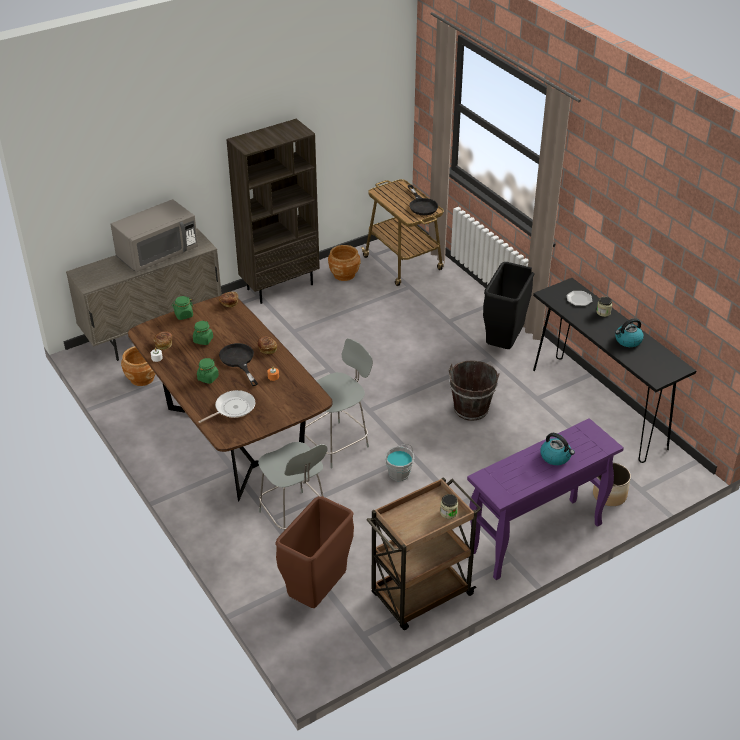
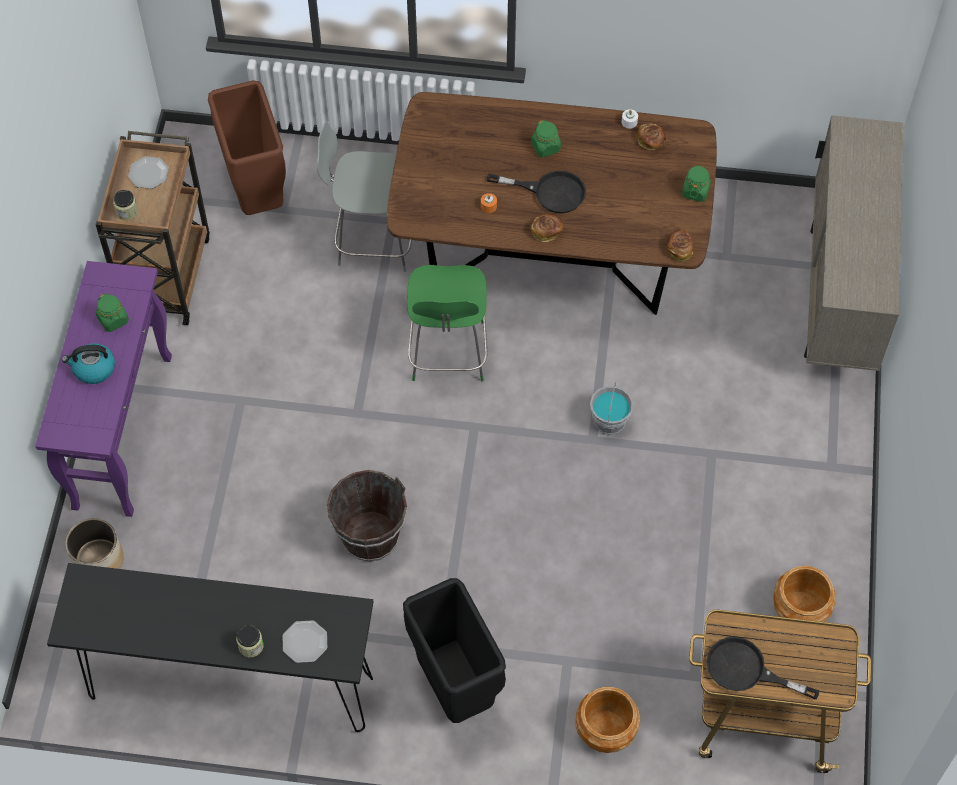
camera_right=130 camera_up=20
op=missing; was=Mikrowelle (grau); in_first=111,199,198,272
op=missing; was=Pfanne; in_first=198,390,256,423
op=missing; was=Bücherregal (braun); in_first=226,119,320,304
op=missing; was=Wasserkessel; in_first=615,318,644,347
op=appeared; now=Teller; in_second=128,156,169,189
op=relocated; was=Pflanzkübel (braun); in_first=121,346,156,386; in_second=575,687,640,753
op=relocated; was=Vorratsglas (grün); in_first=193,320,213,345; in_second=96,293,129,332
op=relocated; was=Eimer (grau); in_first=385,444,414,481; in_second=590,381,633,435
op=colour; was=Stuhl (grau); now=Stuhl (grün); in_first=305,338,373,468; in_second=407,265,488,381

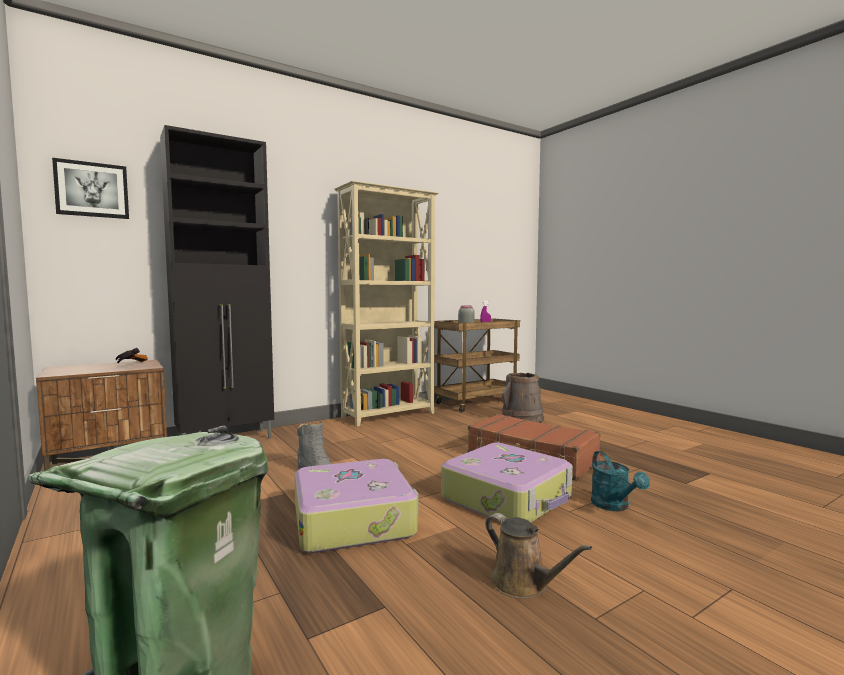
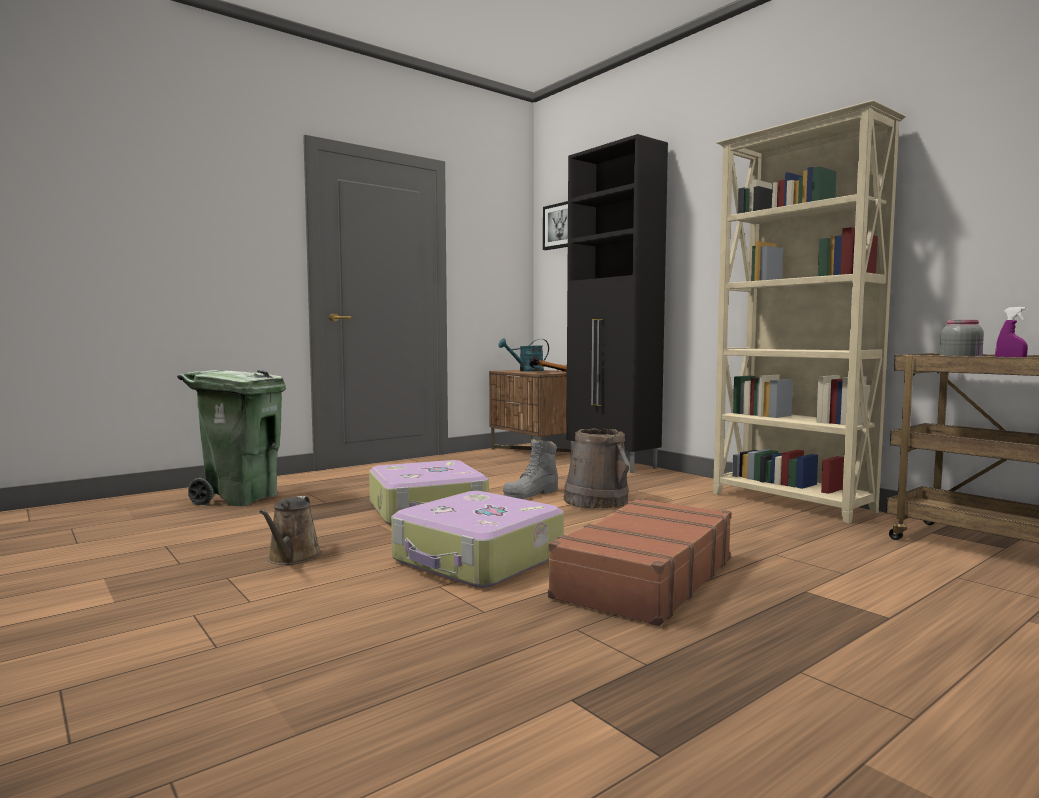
camera_right=85 camera_up=0
op=relocated; was=Eimer (braun); in_first=502,373,544,423; in_second=564,428,629,509
op=relocated; was=Gießkanne (türkis); in_first=591,451,650,511; in_second=498,338,549,372
op=spun; was=Gießkanne (braun); in_first=485,513,592,599; in_second=259,496,322,565; clockwise=-45

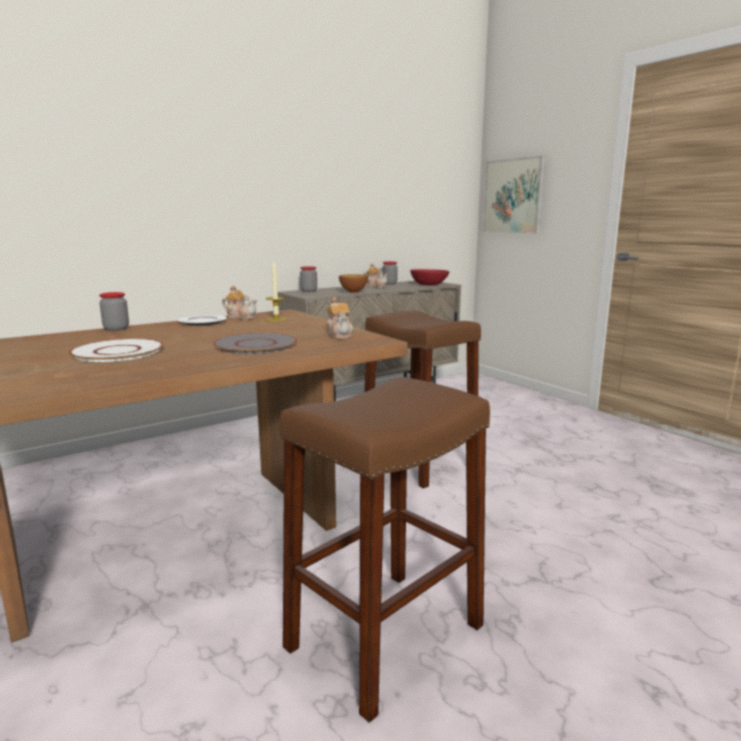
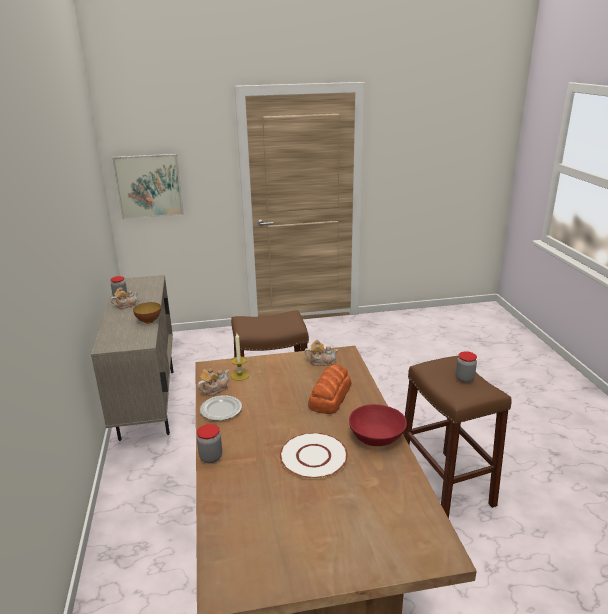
camera_right=-65 camera_up=10
op=relocated; was=Vorratsglas; in_first=300,266,317,292; in_second=456,351,477,383
op=relocated; was=Schüssel (rot); in_first=410,269,450,285; in_second=349,404,407,446
op=exchanged; was=Teller (grau); now=Brot; in_first=213,333,297,354; in_second=308,364,352,414

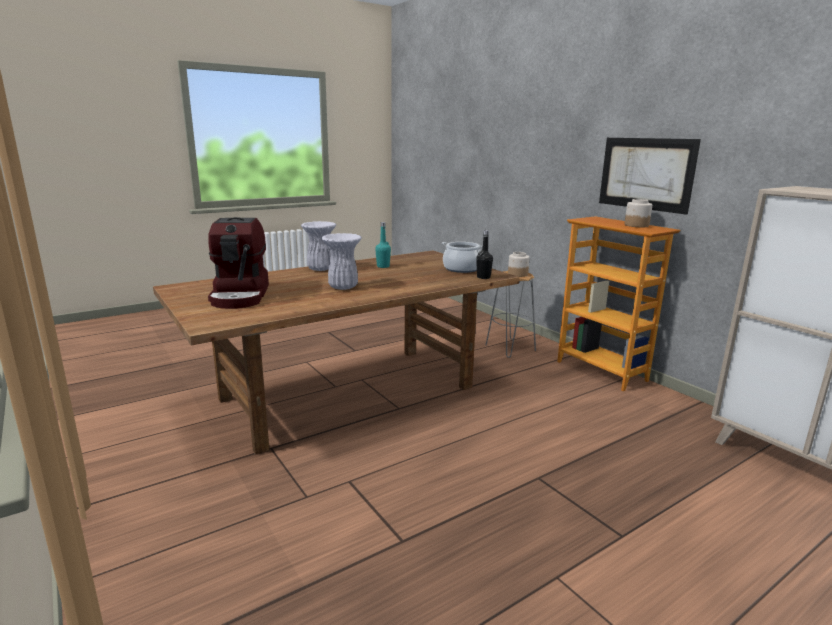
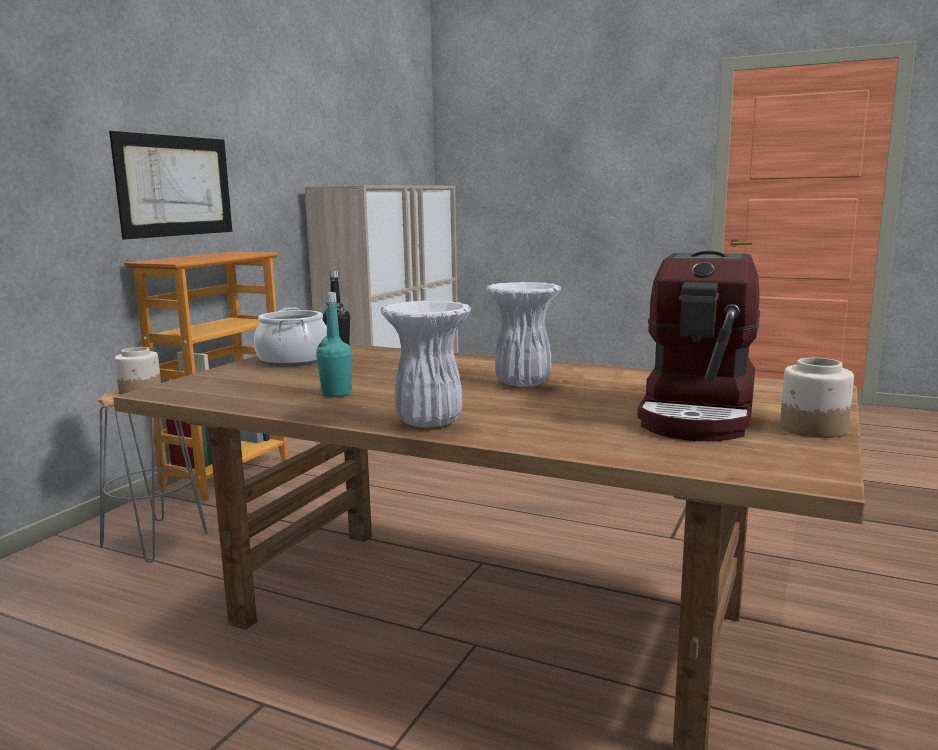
camera_right=-120 camera_up=-5
op=relocated; was=Vorratsglas; in_first=624,199,652,227; in_second=780,358,854,438
op=spun; was=Kaffeemaschine; in_first=208,217,269,309; in_second=637,251,760,441; clockwise=150

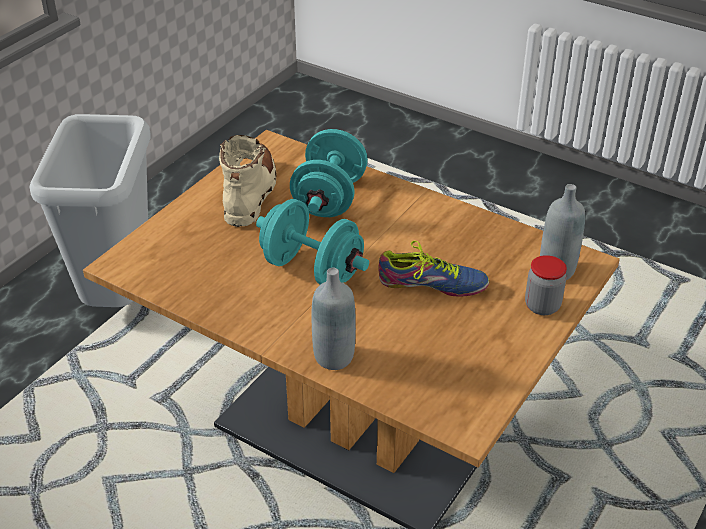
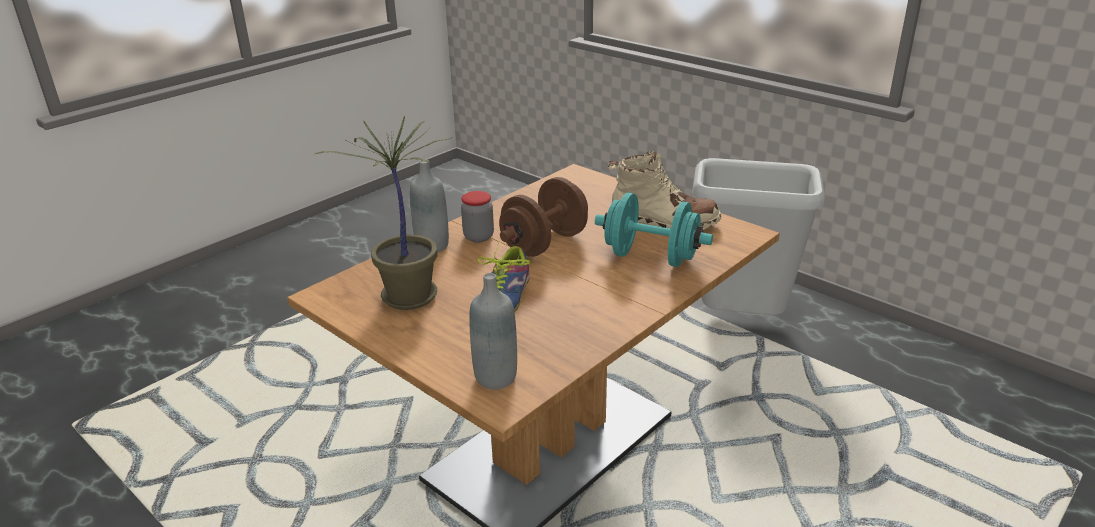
camera_right=100 camera_up=-10
op=appeared; now=Topfpflanze; in_second=315,116,453,310
op=relocated; was=Vorratsglas; in_first=525,255,567,315; in_second=461,191,494,242
op=colour; was=Hantel (türkis); now=Hantel (braun); in_first=256,199,369,285; in_second=499,177,588,257

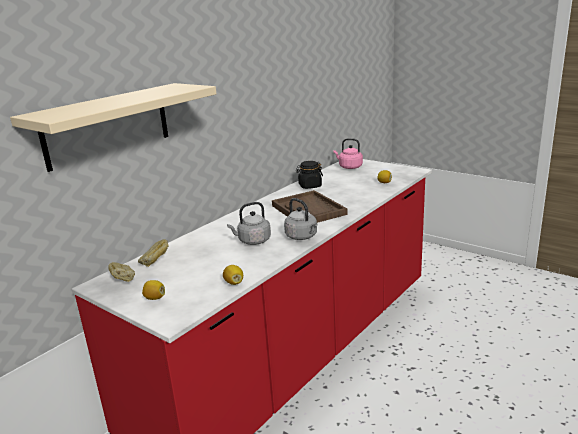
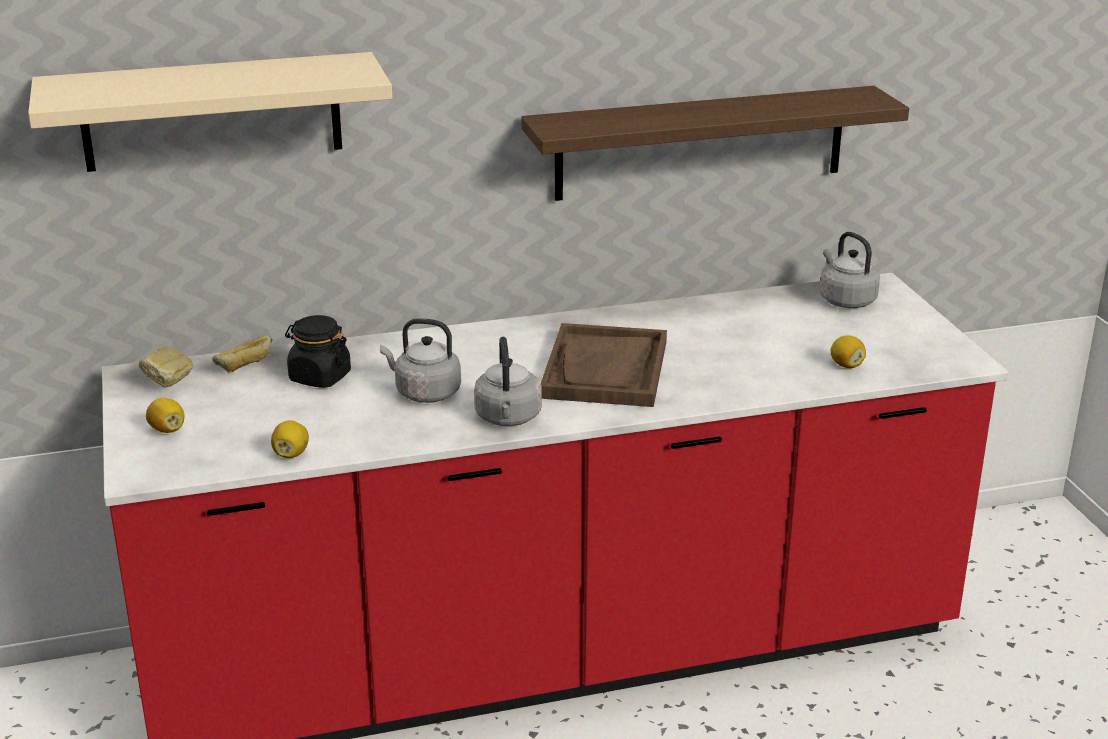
camera_right=35 camera_up=5
op=appeared; now=Wandregal; in_second=521,86,909,201
op=relocated; was=Vorratsglas (schwarz); in_first=296,161,323,189; in_second=285,315,351,388
op=colour; was=Wasserkessel (rosa); now=Wasserkessel (grau); in_first=333,138,363,169; in_second=820,232,880,308

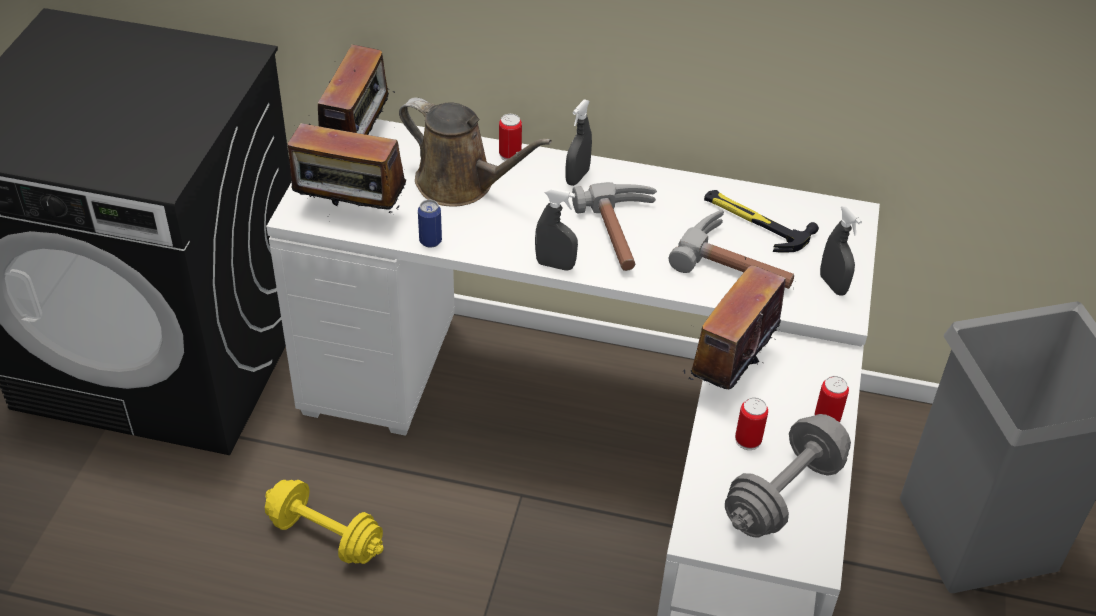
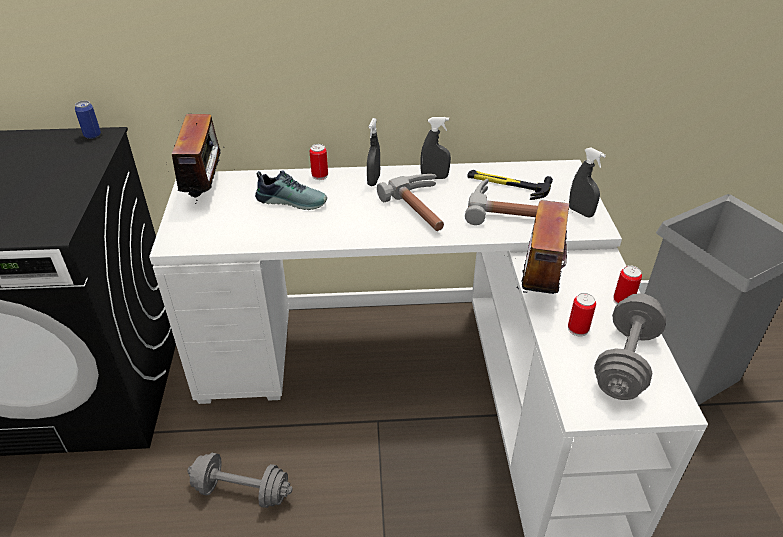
camera_right=-15 camera_up=-5
op=missing; was=Radio; in_first=288,112,406,214
op=relocated; was=Dose; in_first=418,200,442,248; in_second=75,100,101,139
op=relocated; was=Sprühflasche (grau); in_first=535,188,578,271; in_second=420,117,451,179
op=exchanged; was=Gießkanne (braun); now=Schuh; in_first=399,98,552,207; in_second=255,170,327,210
op=colour; was=Hantel (gelb); now=Hantel (grau); in_first=265,480,383,564; in_second=187,453,293,508

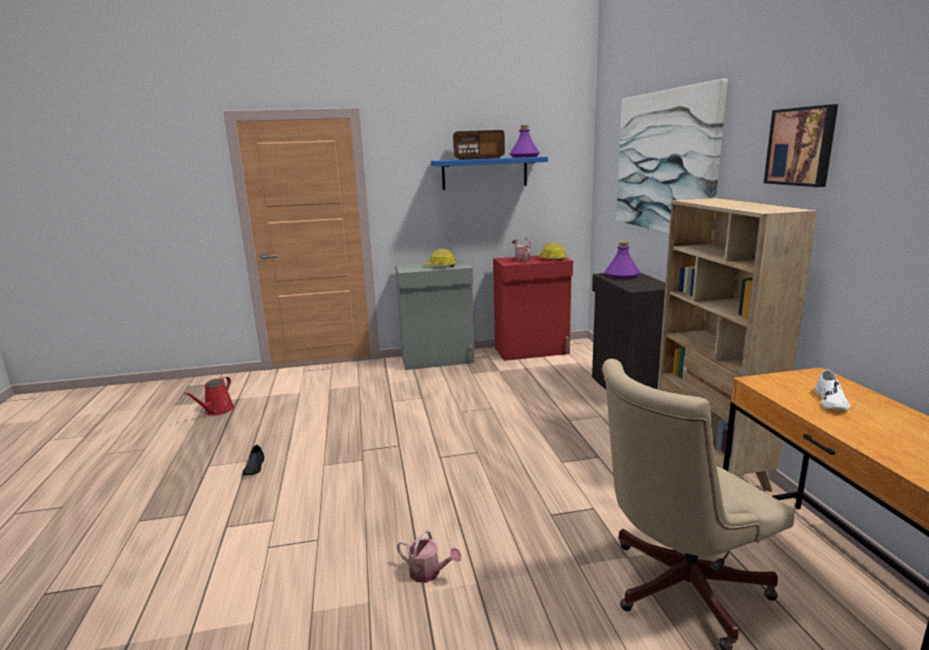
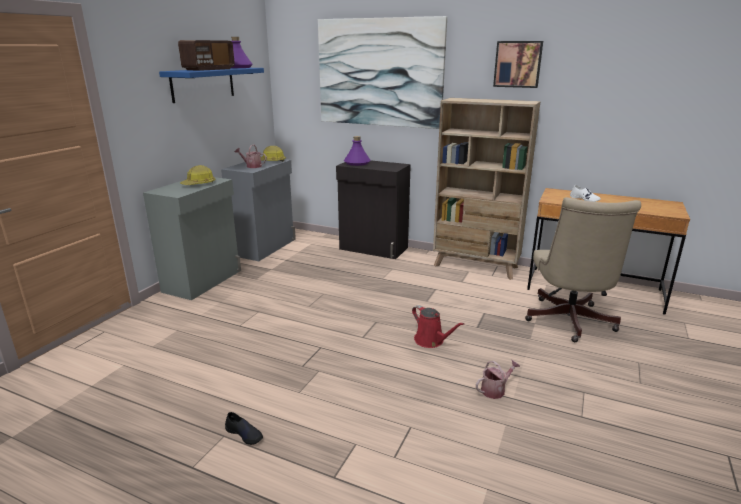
camera_right=-55 camera_up=5
op=relocated; was=Gießkanne (rot); in_first=184,377,235,416; in_second=412,305,464,348
op=colour; was=Schrank (rot); now=Schrank (grau); in_first=493,256,573,361; in_second=221,159,296,261

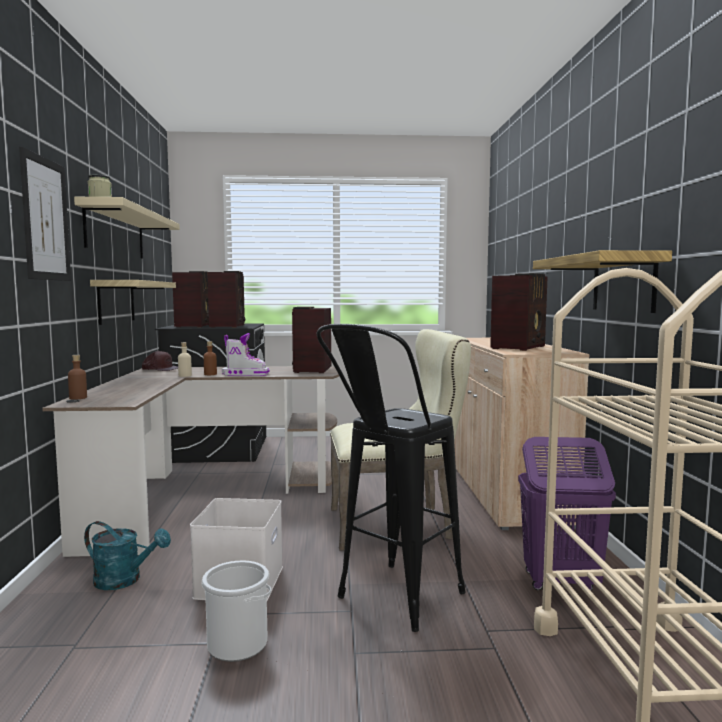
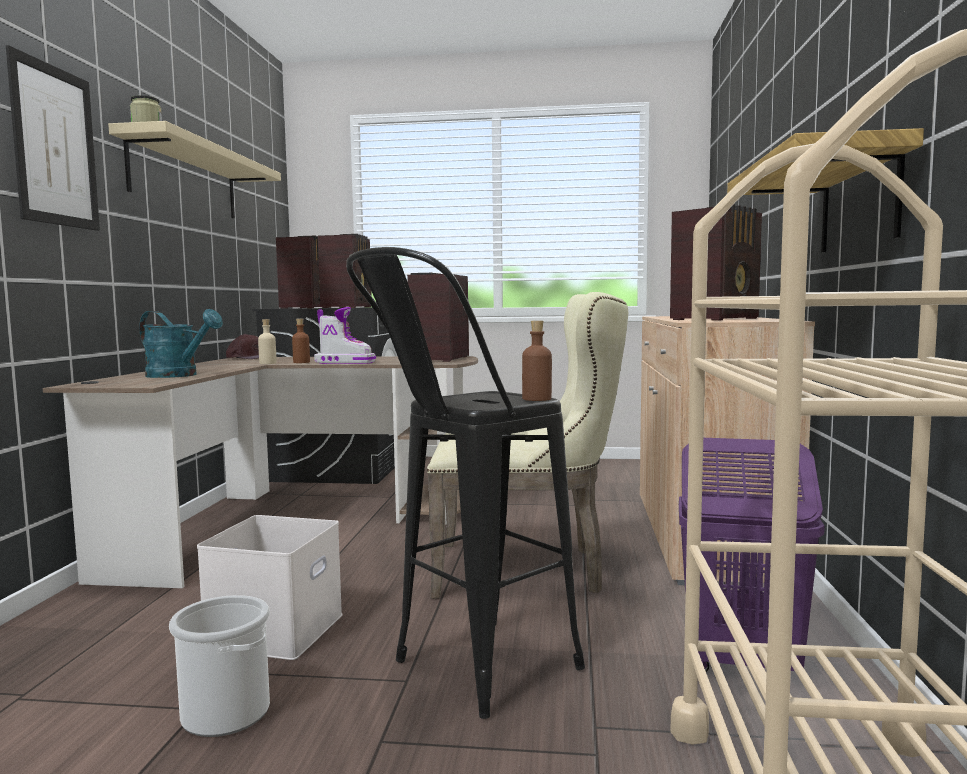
camera_right=10 camera_up=0
op=missing; was=Wandregal; in_first=90,280,176,325
op=relocated; was=Flasche (braun); in_first=68,355,87,399; in_second=522,321,552,401
op=relocated; was=Gießkanne (türkis); in_first=84,521,171,590; in_second=139,309,223,378

